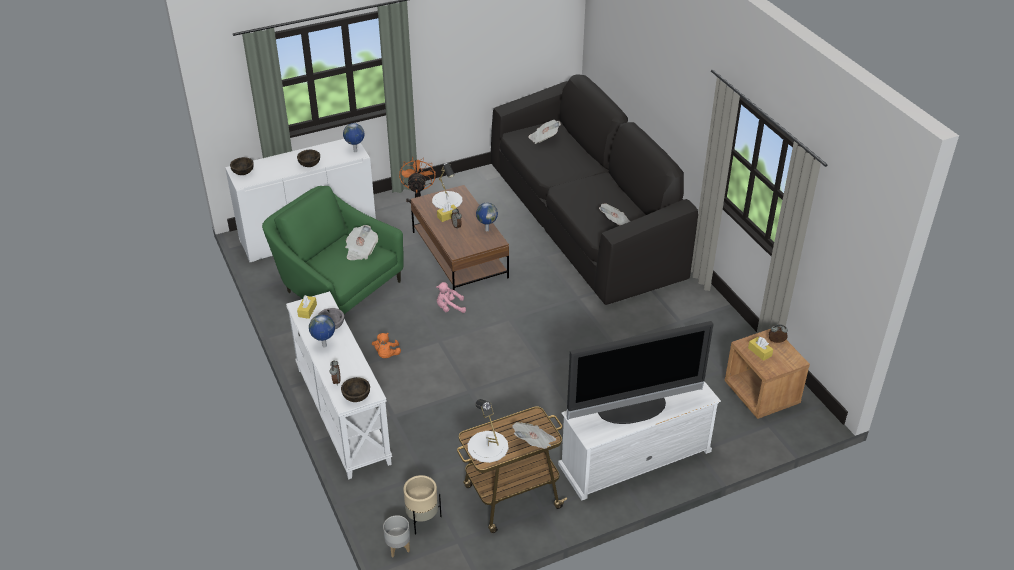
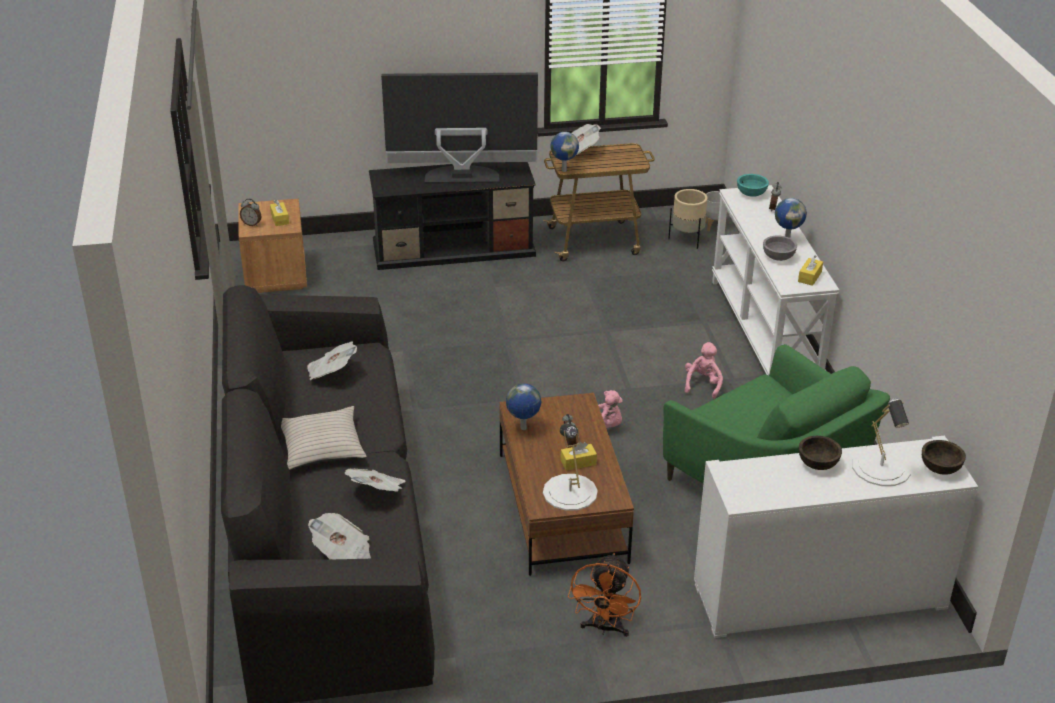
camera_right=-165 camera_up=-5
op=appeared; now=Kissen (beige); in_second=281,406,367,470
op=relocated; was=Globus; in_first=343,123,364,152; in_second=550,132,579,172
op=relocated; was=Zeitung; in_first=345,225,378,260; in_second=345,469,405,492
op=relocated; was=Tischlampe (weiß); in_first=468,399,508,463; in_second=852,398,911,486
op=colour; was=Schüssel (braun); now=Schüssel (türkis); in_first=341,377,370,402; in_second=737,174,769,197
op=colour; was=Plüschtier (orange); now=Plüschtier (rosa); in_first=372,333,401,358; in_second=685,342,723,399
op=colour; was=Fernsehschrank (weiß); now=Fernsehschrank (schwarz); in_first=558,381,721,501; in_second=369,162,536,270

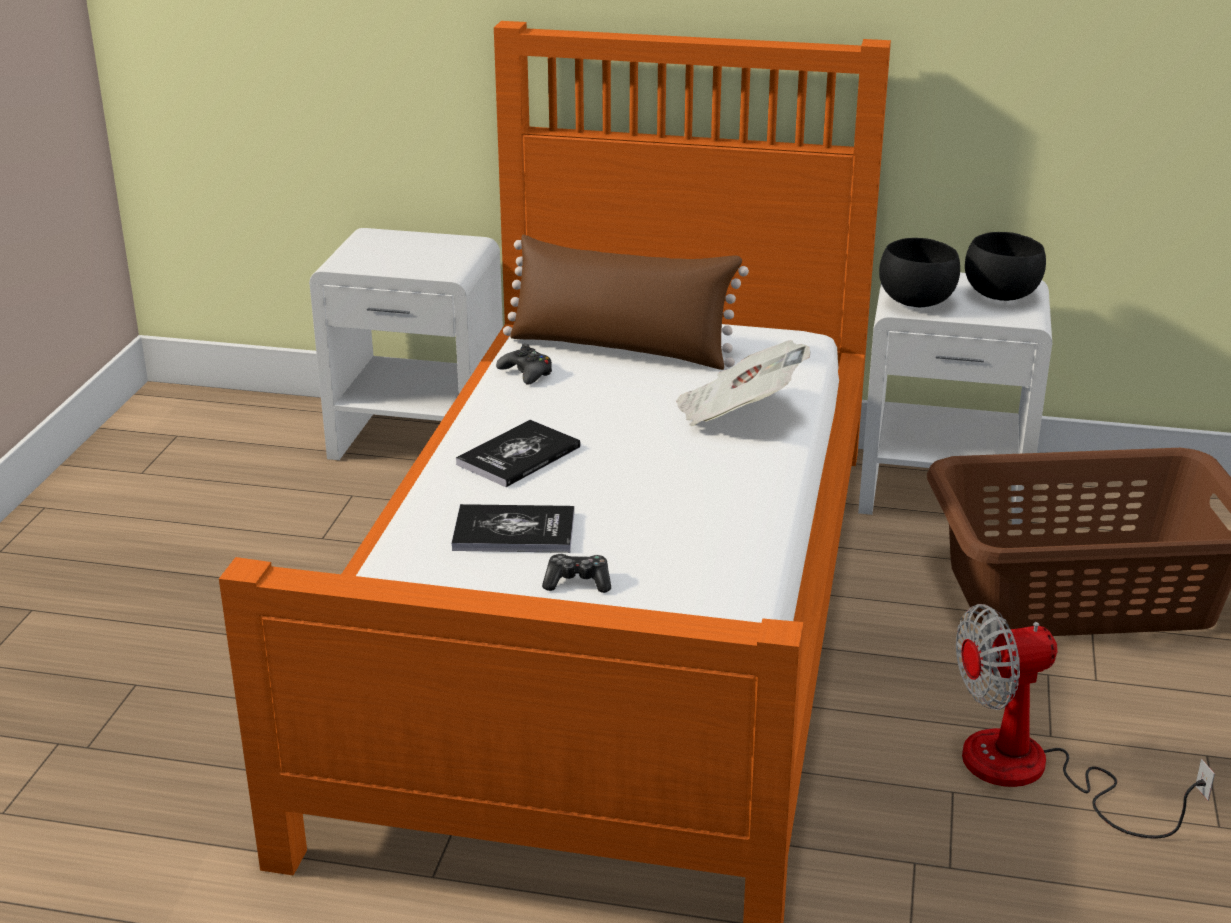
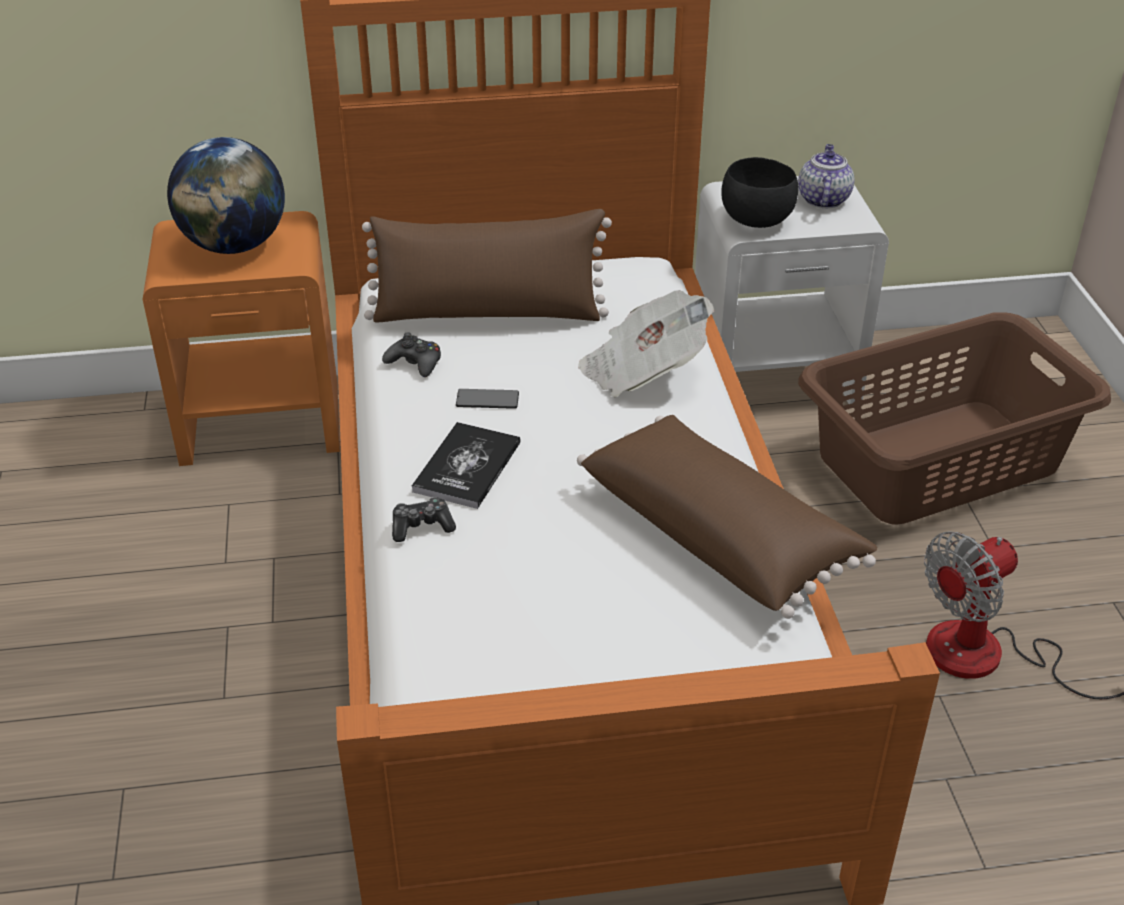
camera_right=-20 camera_up=10
op=missing; was=Buch; in_first=452,504,574,553
op=appeared; now=Globus; in_second=167,137,285,254
op=appeared; now=Handy; in_second=456,389,519,409
op=appeared; now=Kissen (braun); in_second=577,415,877,619
op=relocated; was=Gamepad; in_first=542,554,611,593; in_second=392,497,456,542
op=exchanged; was=Schüssel (schwarz); now=Teekanne; in_first=965,232,1046,301; in_second=798,144,854,208
op=colour; was=Nachttisch (weiß); now=Nachttisch (orange); in_first=309,228,503,460; in_second=143,211,340,466

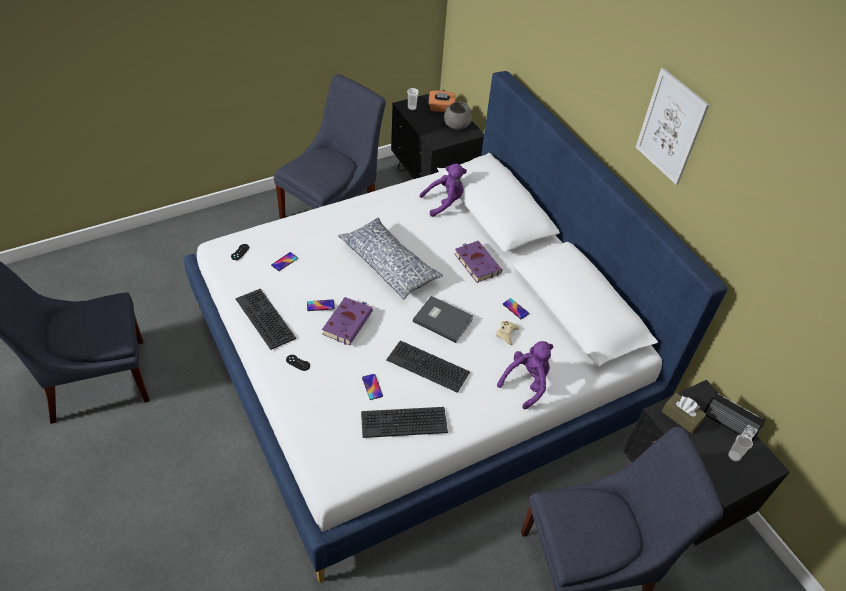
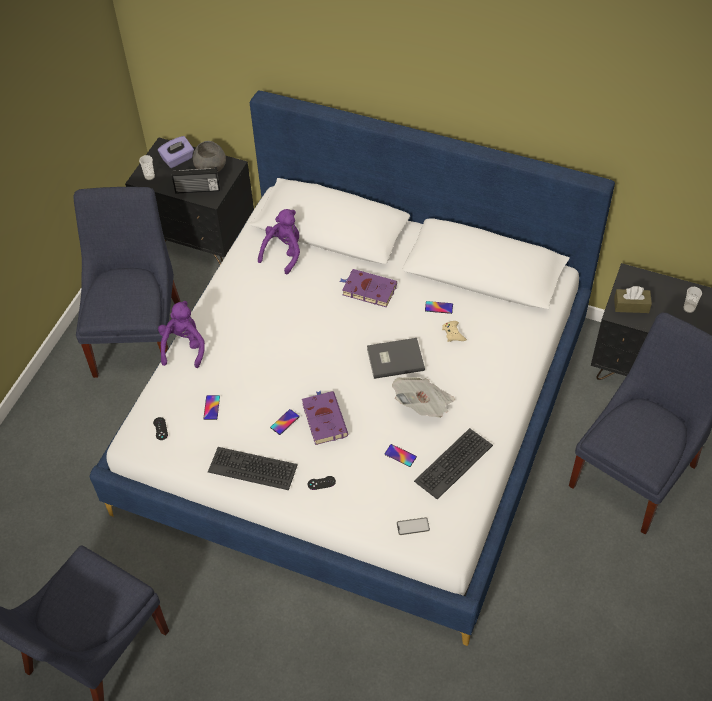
camera_right=-35 camera_up=5
op=missing; was=Kissen; in_first=338,218,443,300
op=missing; was=Bild; in_first=636,68,709,185
op=appeared; now=Handy; in_second=397,517,430,535
op=relocated; was=Plüschtier (lila); in_first=497,341,553,409; in_second=158,301,205,368
op=relocated; was=Radio; in_first=704,391,766,441; in_second=172,167,220,194
op=exchanged; was=Tastatur; now=Zeitung; in_first=386,340,470,393; in_second=392,377,455,418
op=colour; was=Taschentuchbox (orange); now=Taschentuchbox (lila); in_first=429,90,456,112; in_second=158,136,194,168

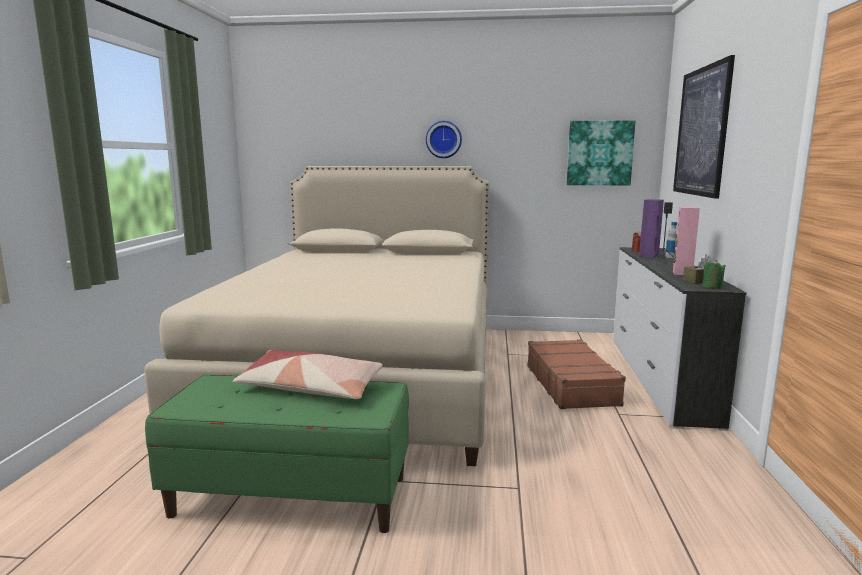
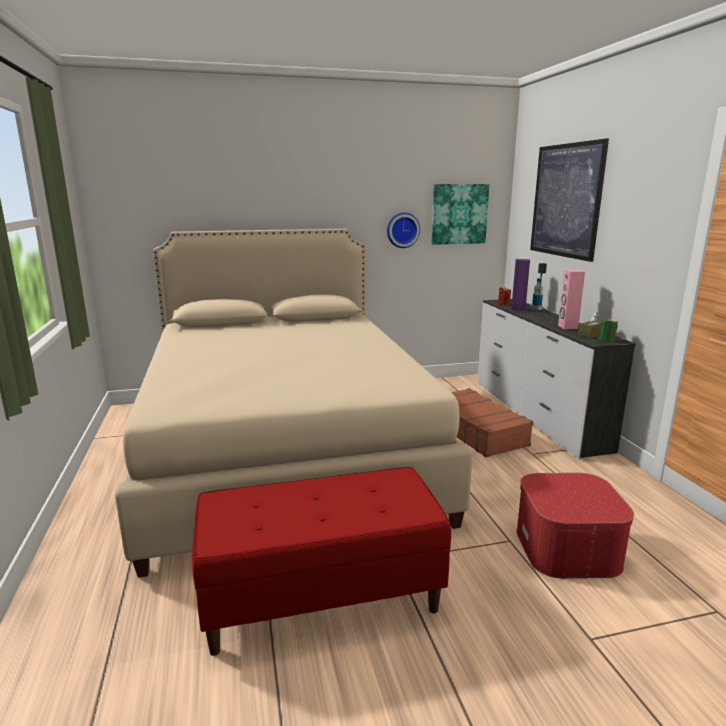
camera_right=-20 camera_up=5
op=missing; was=Kissen; in_first=233,350,383,399
op=appeared; now=Polsterhocker; in_second=516,473,634,578
op=relocated; was=Wanduhr; in_first=426,121,462,158; in_second=387,213,420,248
op=colour; was=Bank (grün); now=Bank (rot); in_first=145,375,409,533; in_second=192,467,451,656

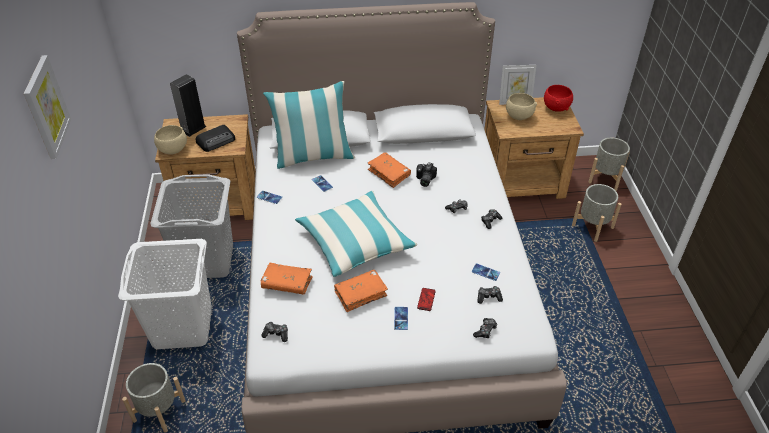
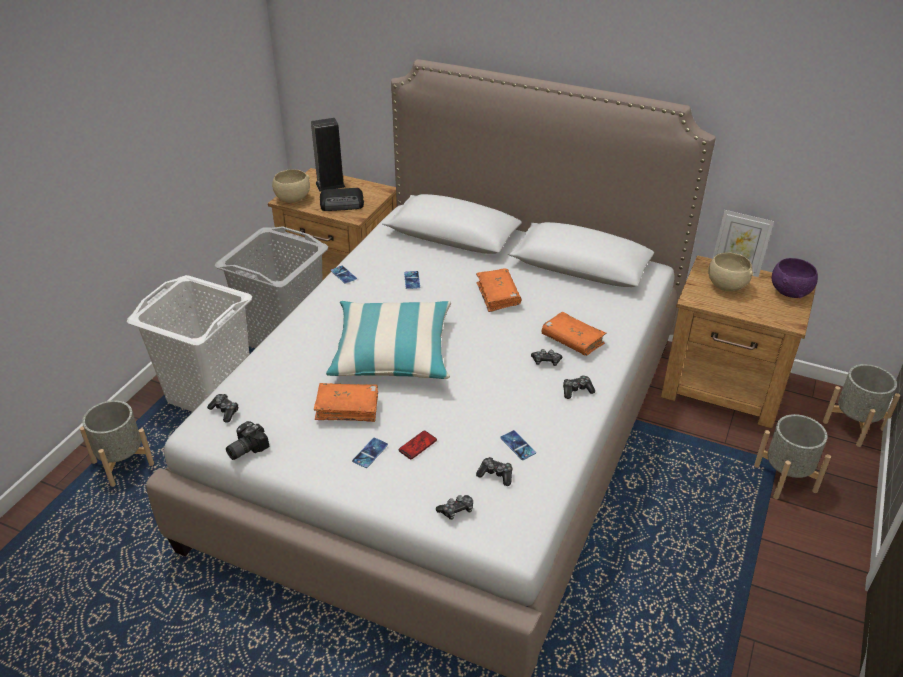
camera_right=30 camera_up=-5
op=missing; was=Bild; in_first=24,55,71,159
op=missing; was=Kissen; in_first=263,81,355,169
op=relocated; was=Buch (orange); in_first=261,263,313,295; in_second=541,312,606,356
op=relocated; was=Kamera; in_first=416,162,437,187; in_second=226,421,270,460
op=colour; was=Schüssel (rot); now=Schüssel (lila); in_first=544,85,573,112; in_second=772,258,818,298

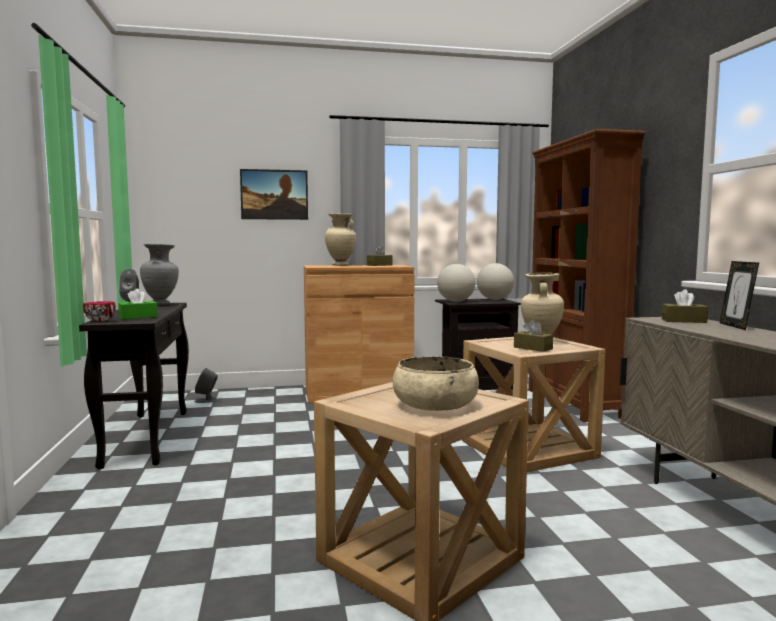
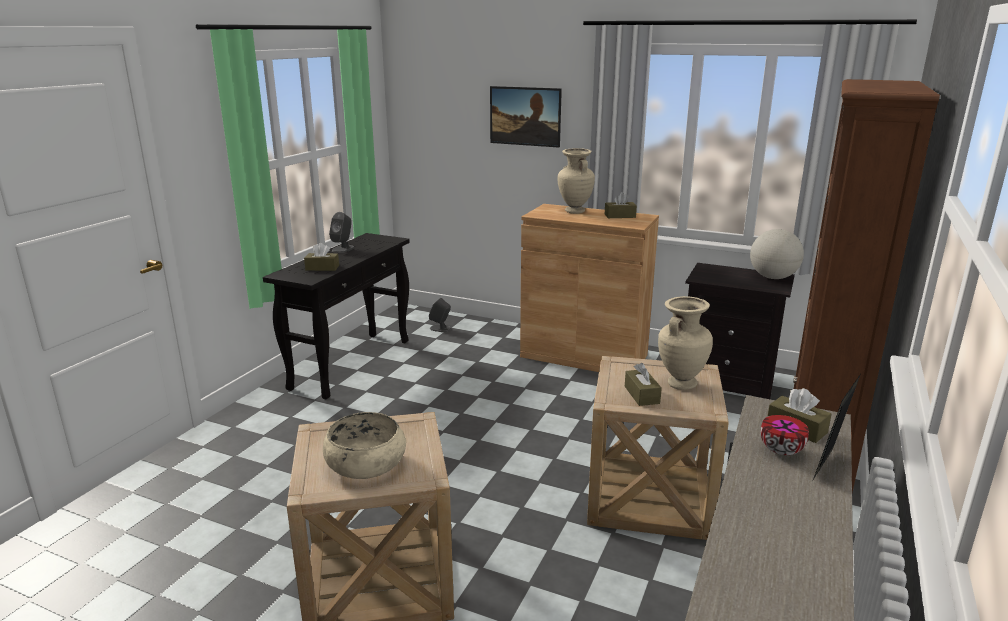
camera_right=35 camera_up=15
op=missing; was=Vase (grau); in_first=140,244,179,305
op=missing; was=Globus; in_first=437,264,476,302
op=relocated; was=Schüssel; in_first=83,301,116,322; in_second=761,415,809,455
op=colour; was=Taschentuchbox (grün); now=Taschentuchbox (braun); in_first=118,289,158,319; in_second=304,243,339,271

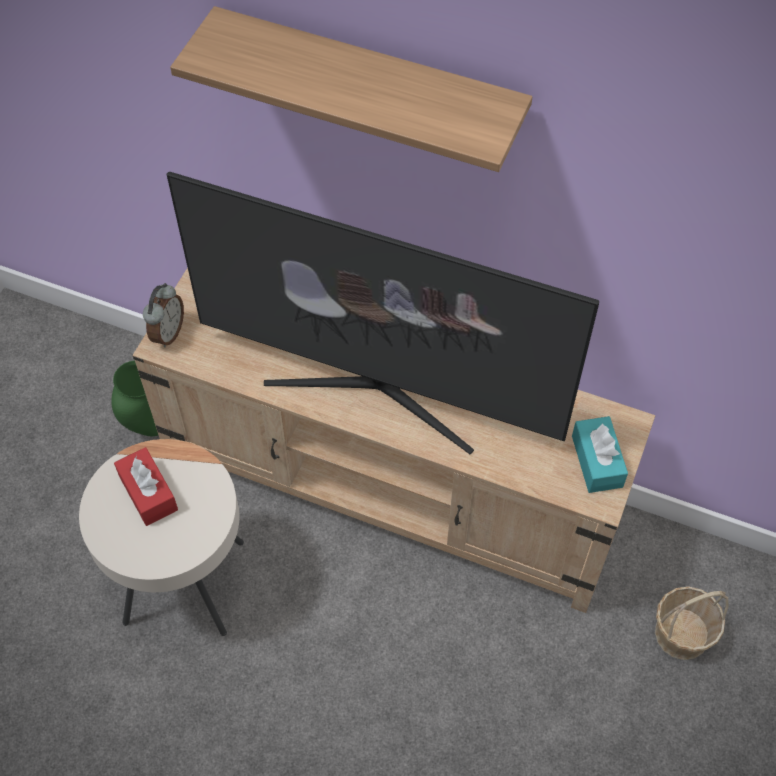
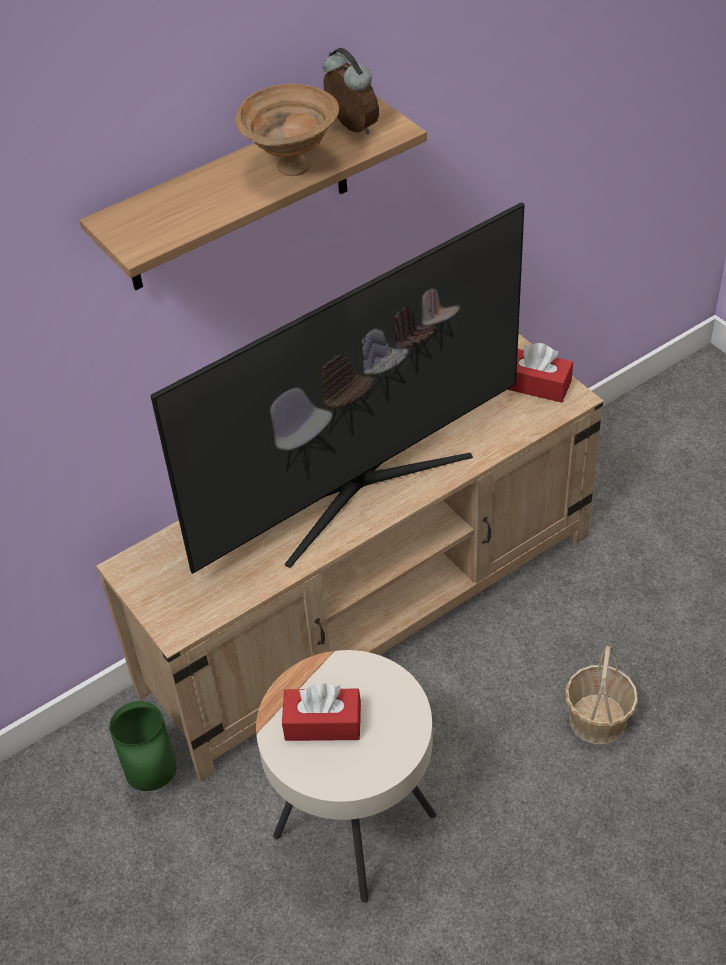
camera_right=-55 camera_up=-10
op=appeared; now=Schüssel (braun); in_second=235,84,339,176
op=relocated; was=Wecker; in_first=143,283,184,348; in_second=323,48,379,135
op=relocated; was=Korb; in_first=655,587,728,660; in_second=565,646,638,744
op=colour; was=Taschentuchbox (türkis); now=Taschentuchbox (rot); in_first=572,416,628,493; in_second=507,343,573,403

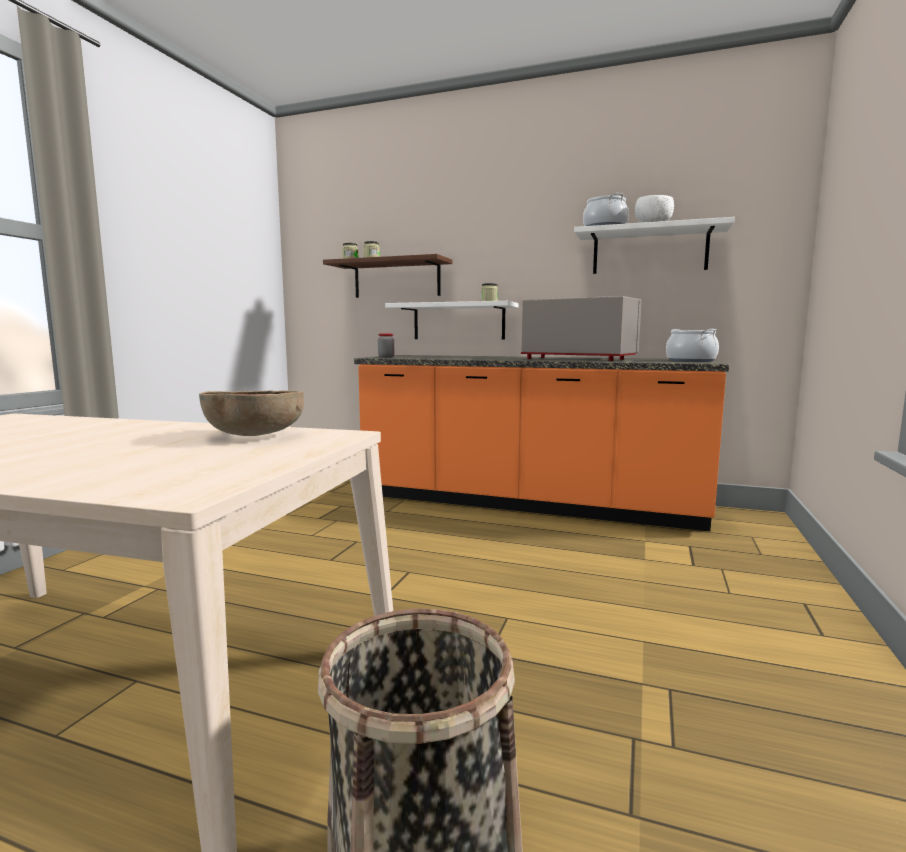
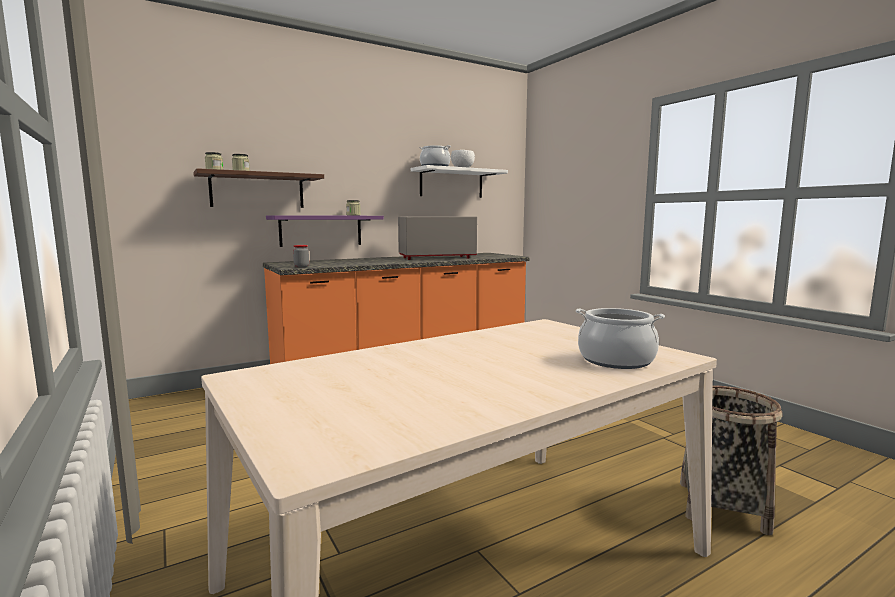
camera_right=-50 camera_up=0
op=missing; was=Schüssel (braun); in_first=199,390,304,436
op=relocated; was=Kochtopf; in_first=666,329,719,362; in_second=576,308,665,369
op=colour; was=Wandregal (weiß); now=Wandregal (lila); in_first=385,301,519,339; in_second=266,215,384,247

